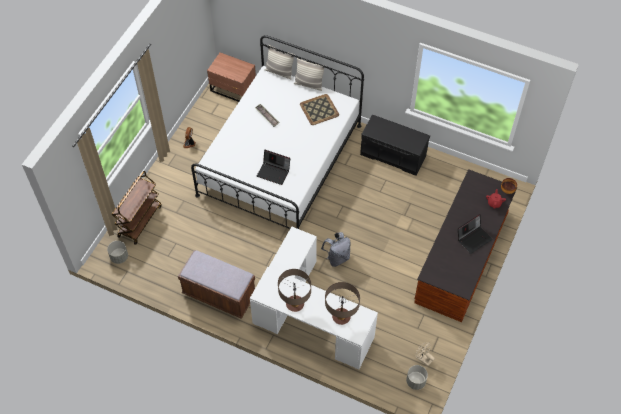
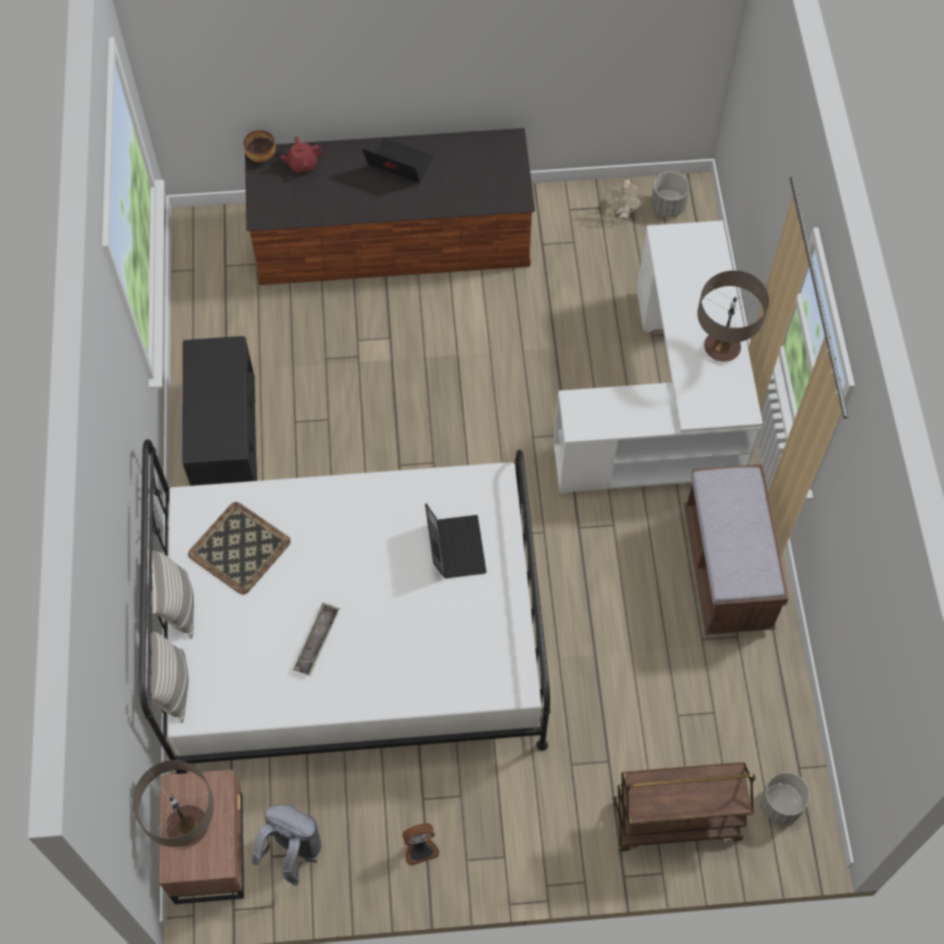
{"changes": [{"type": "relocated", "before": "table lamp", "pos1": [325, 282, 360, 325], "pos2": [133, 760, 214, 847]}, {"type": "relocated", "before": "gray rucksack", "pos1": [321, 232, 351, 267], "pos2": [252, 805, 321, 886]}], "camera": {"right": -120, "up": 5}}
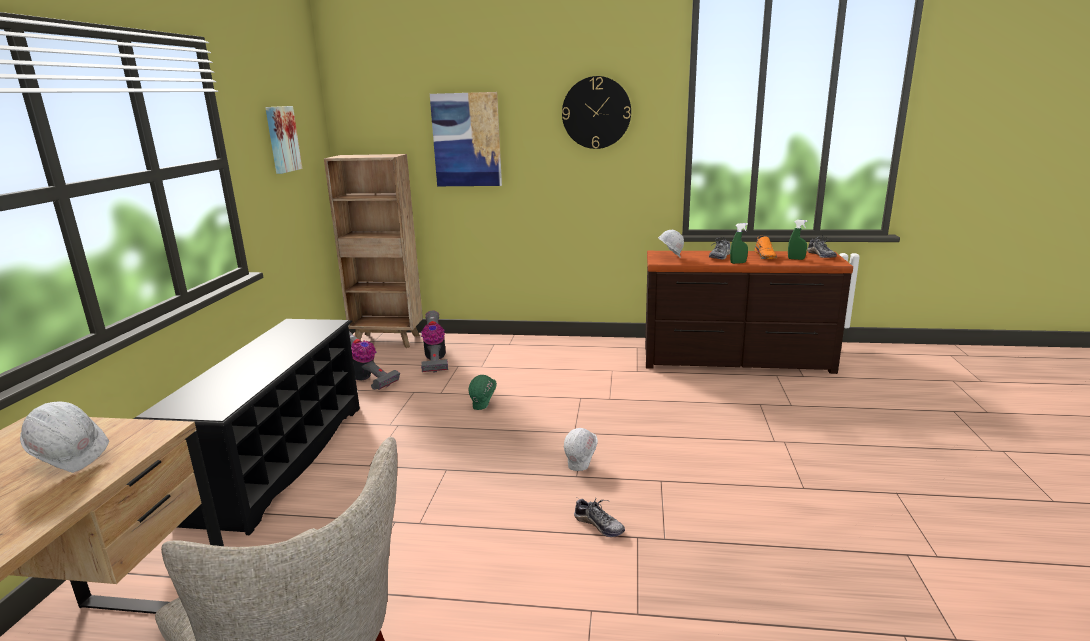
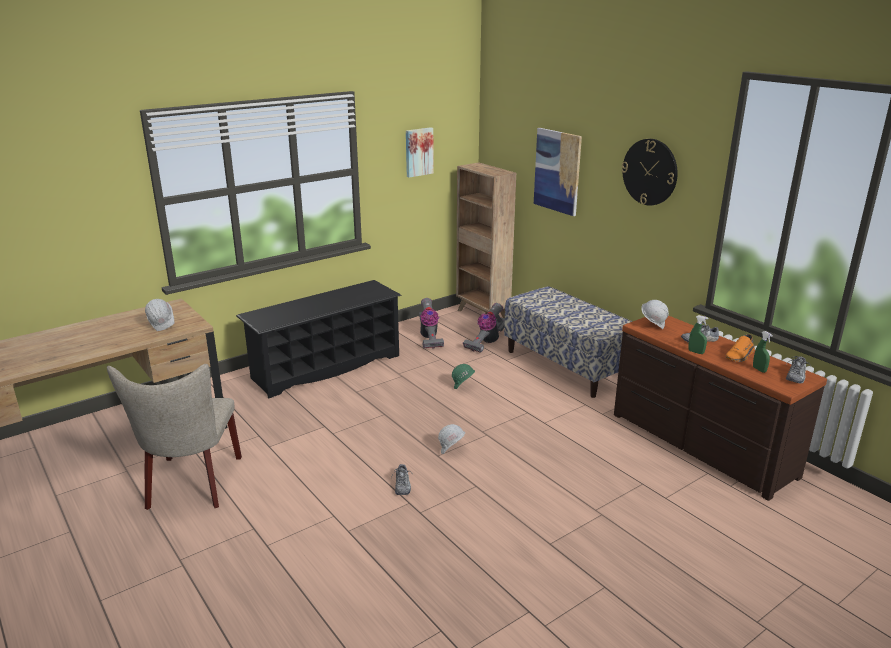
{"changes": [{"type": "appeared", "after": "indoor bench", "pos2": [504, 286, 633, 398]}], "camera": {"right": 45, "up": 5}}
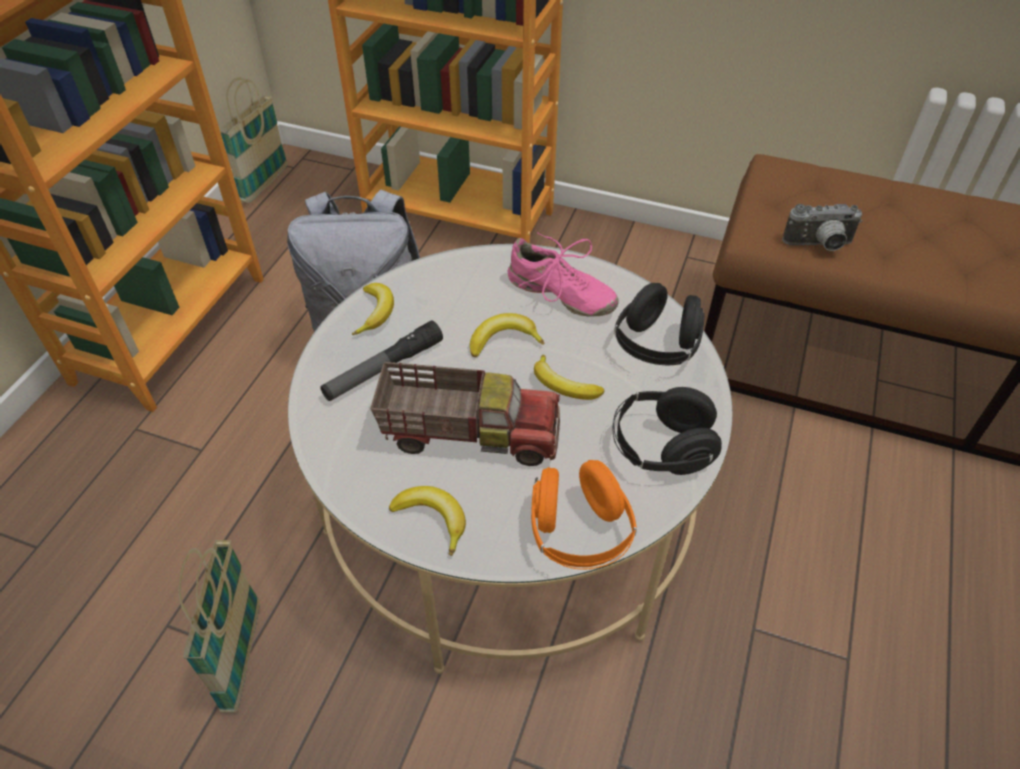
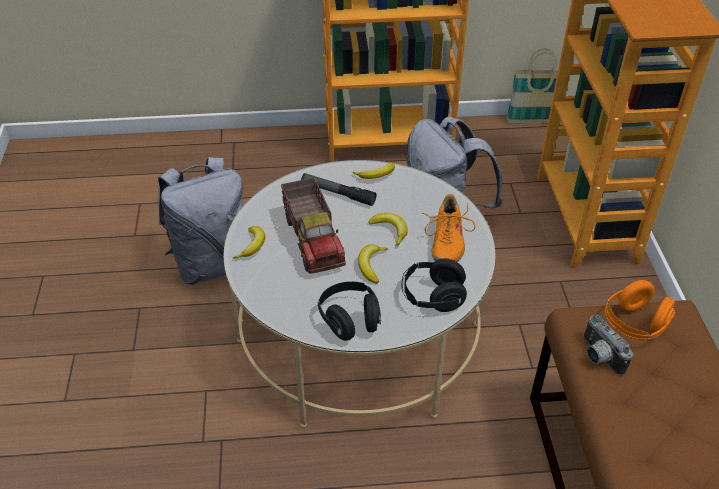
{"changes": [{"type": "exchanged", "before": "storage basket", "after": "gray rucksack", "pos1": [179, 540, 260, 713], "pos2": [158, 157, 243, 285]}, {"type": "colour", "before": "pinkish item of footwear", "after": "orange-coloured item of footwear", "pos1": [508, 232, 619, 317], "pos2": [422, 194, 475, 262]}, {"type": "relocated", "before": "orange-coloured headphones", "pos1": [531, 460, 637, 570], "pos2": [605, 280, 675, 341]}], "camera": {"right": 65, "up": -5}}
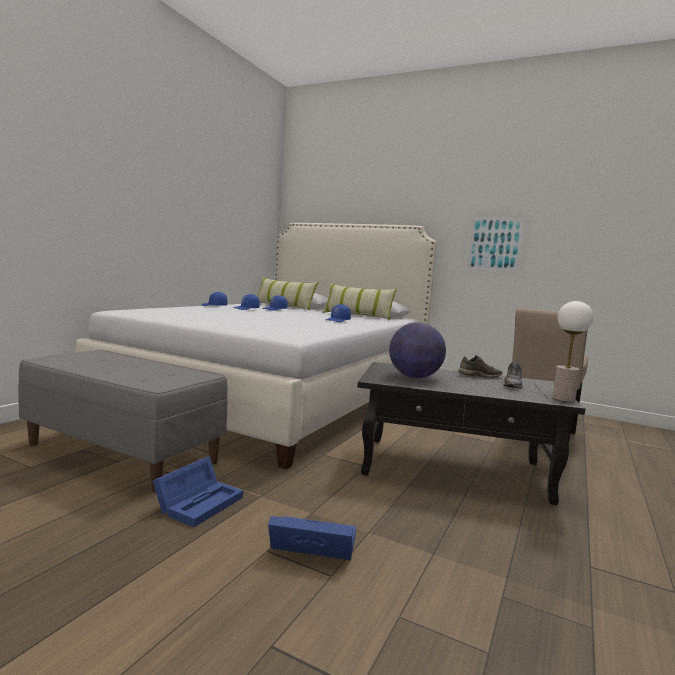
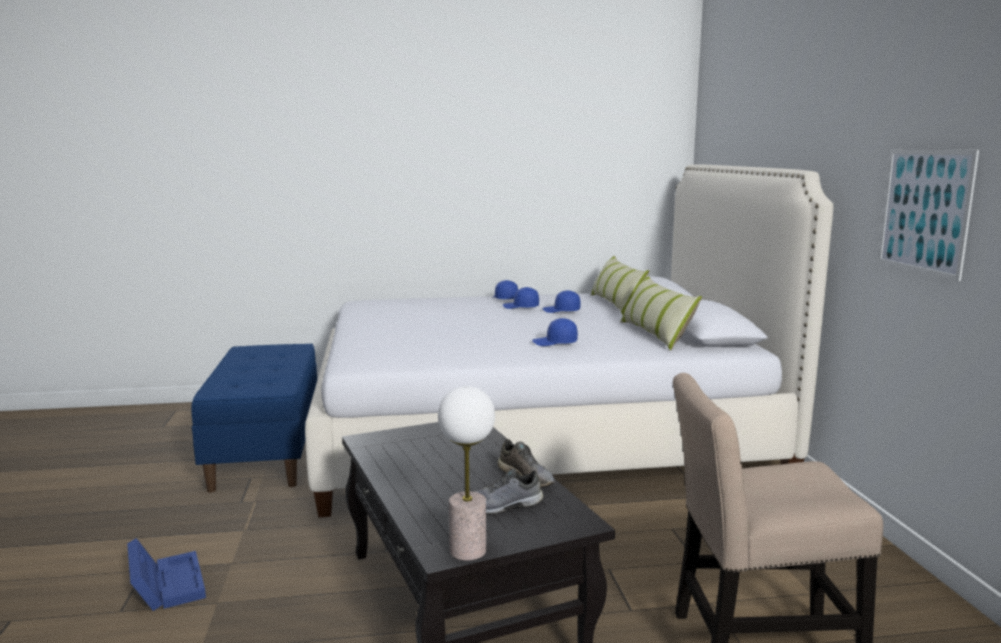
{"changes": [{"type": "colour", "before": "gray indoor bench", "after": "blue-coloured indoor bench", "pos1": [18, 350, 228, 492], "pos2": [191, 344, 317, 492]}, {"type": "missing", "before": "blue-coloured storage box", "pos1": [153, 456, 243, 527]}, {"type": "missing", "before": "globe", "pos1": [389, 322, 446, 378]}], "camera": {"right": 55, "up": 5}}
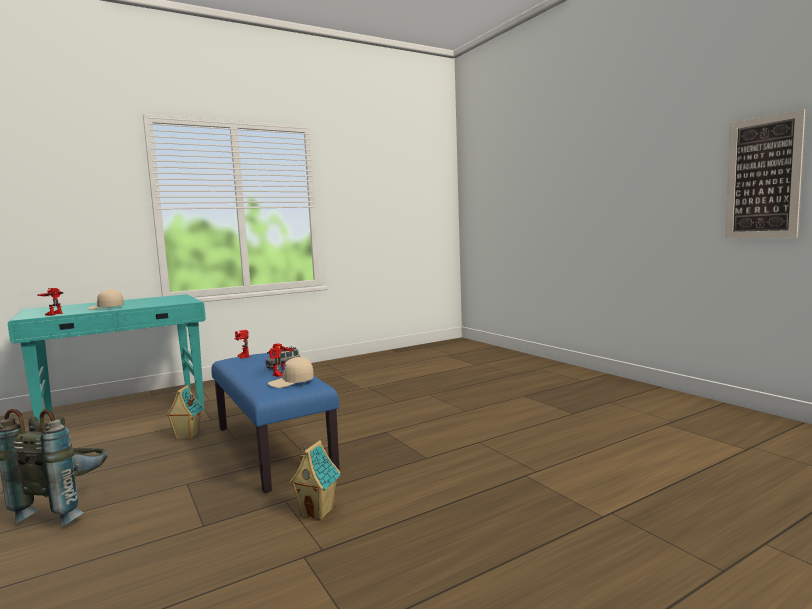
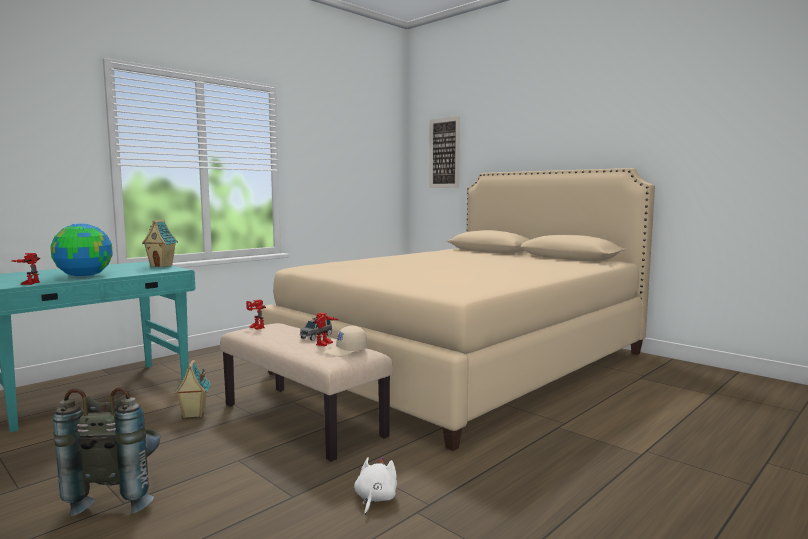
{"changes": [{"type": "exchanged", "before": "sand-coloured peaked cap", "after": "globe", "pos1": [88, 289, 124, 310], "pos2": [50, 224, 113, 277]}, {"type": "relocated", "before": "model house", "pos1": [289, 440, 341, 520], "pos2": [142, 220, 178, 267]}, {"type": "colour", "before": "blue-coloured indoor bench", "after": "sand-coloured indoor bench", "pos1": [211, 353, 340, 493], "pos2": [220, 323, 393, 461]}, {"type": "appeared", "after": "sand-coloured bedroom bed", "pos2": [261, 168, 655, 451]}, {"type": "appeared", "after": "white-coloured soft toy", "pos2": [354, 457, 397, 515]}, {"type": "relocated", "before": "wall art", "pos1": [725, 109, 805, 238], "pos2": [429, 116, 460, 188]}], "camera": {"right": -15, "up": 0}}
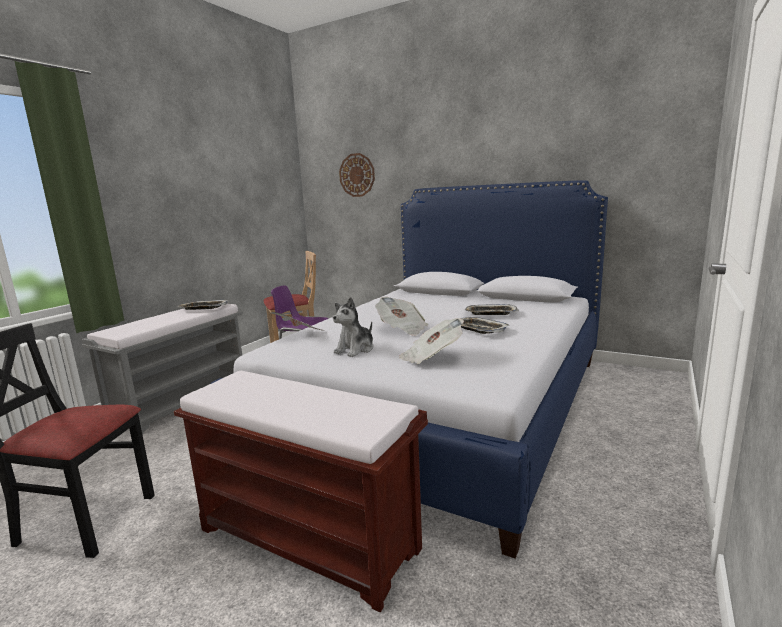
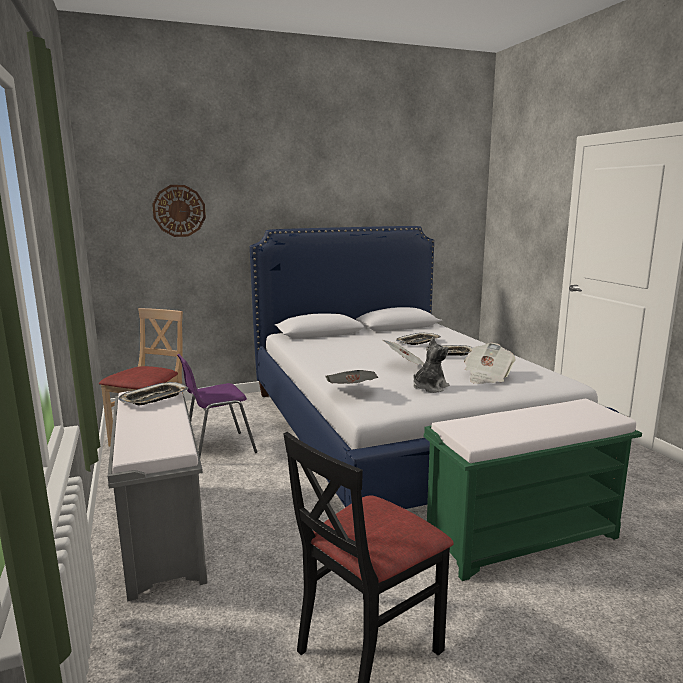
{"changes": [{"type": "spun", "before": "soft toy", "pos1": [333, 297, 374, 357], "pos2": [413, 337, 449, 393], "turn": -120}, {"type": "colour", "before": "brown indoor bench", "after": "greenish indoor bench", "pos1": [174, 370, 428, 612], "pos2": [424, 399, 642, 581]}], "camera": {"right": -50, "up": 0}}
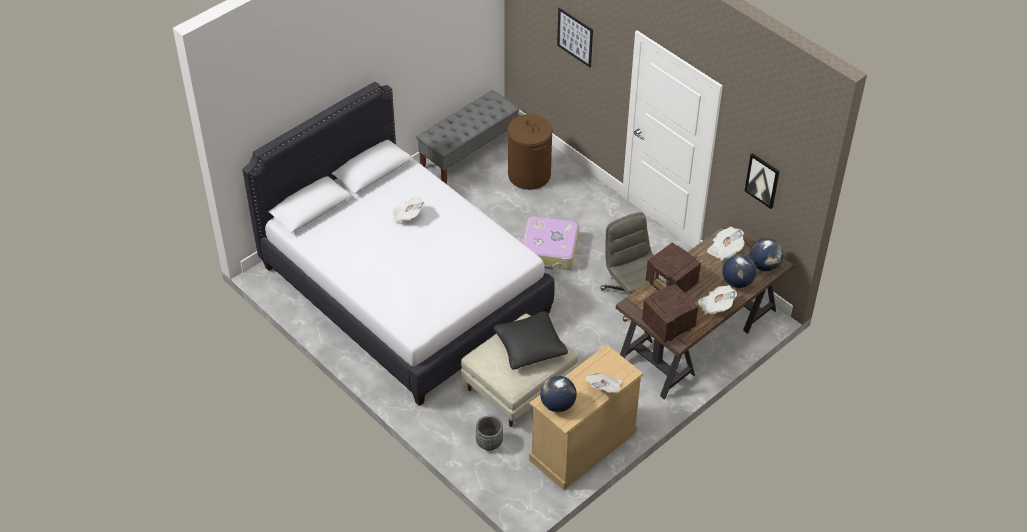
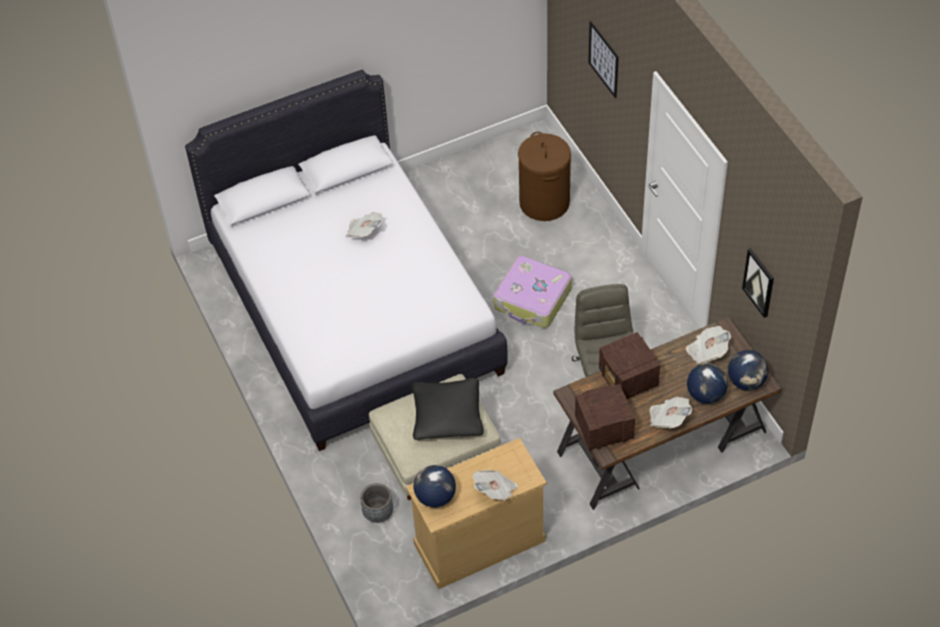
{"changes": [{"type": "missing", "before": "gray indoor bench", "pos1": [416, 90, 519, 184]}], "camera": {"right": 20, "up": 5}}
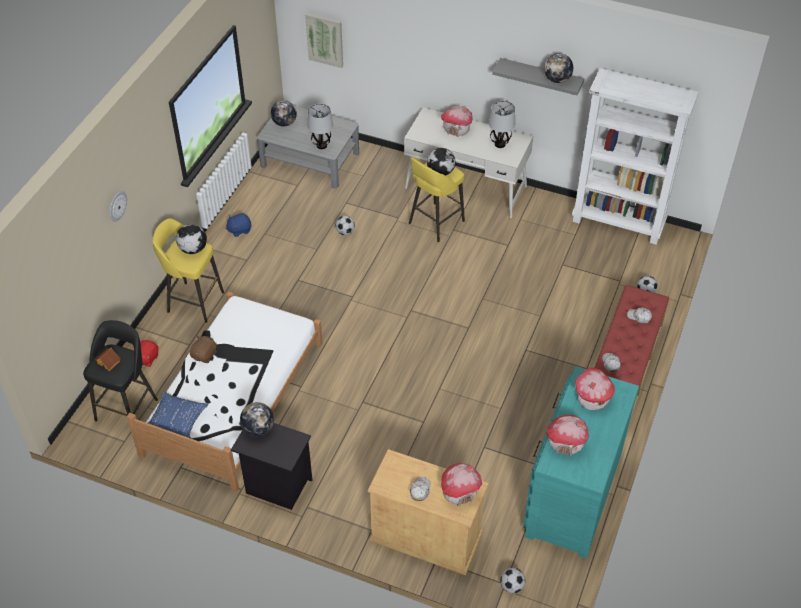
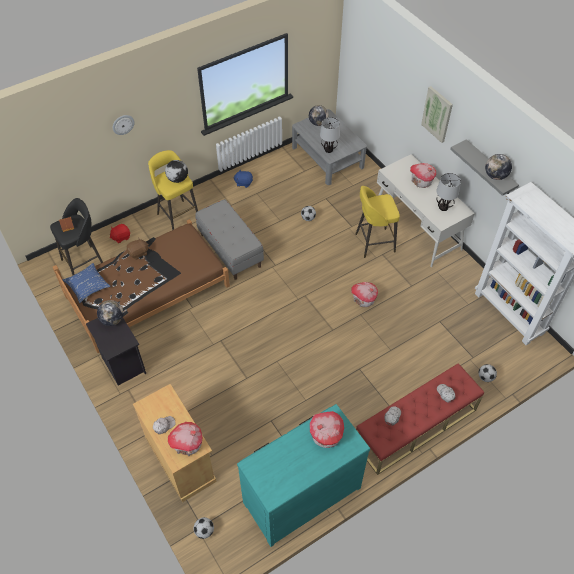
{"changes": [{"type": "colour", "before": "white-coloured bedroom bed", "after": "brown bedroom bed", "pos1": [127, 292, 323, 492], "pos2": [53, 219, 230, 353]}, {"type": "appeared", "after": "gray indoor bench", "pos2": [195, 199, 264, 280]}, {"type": "relocated", "before": "model house", "pos1": [546, 415, 589, 456], "pos2": [351, 282, 378, 307]}, {"type": "relocated", "before": "wall art", "pos1": [305, 13, 343, 68], "pos2": [421, 86, 453, 143]}, {"type": "missing", "before": "globe", "pos1": [427, 148, 455, 176]}], "camera": {"right": 35, "up": 5}}
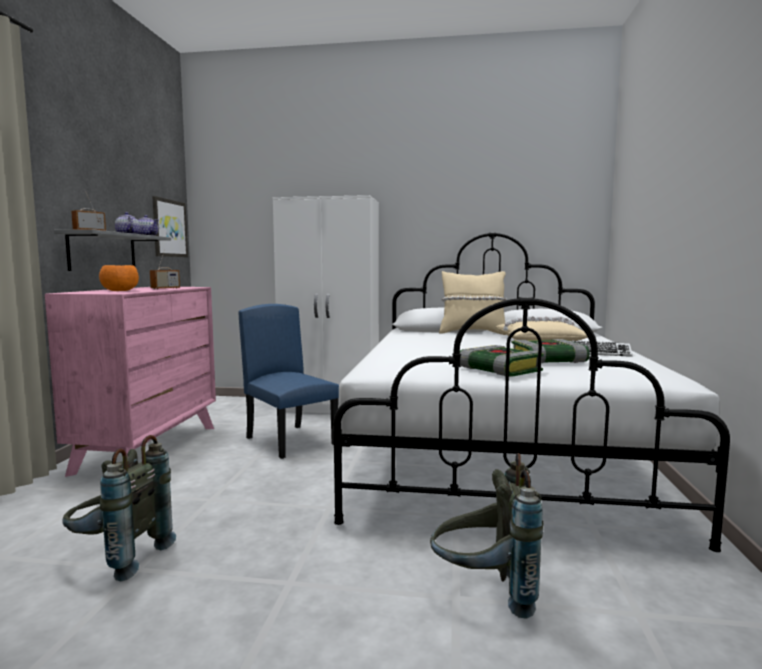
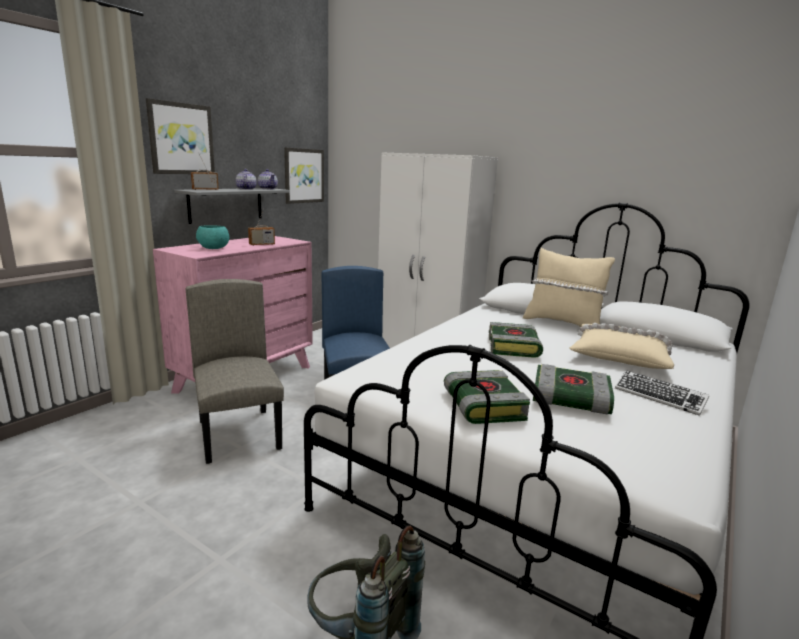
{"changes": [{"type": "appeared", "after": "wall art", "pos2": [146, 98, 215, 174]}, {"type": "appeared", "after": "sand-coloured chair", "pos2": [186, 279, 284, 464]}, {"type": "colour", "before": "orange-coloured deep dish", "after": "turquoise deep dish", "pos1": [99, 265, 139, 291], "pos2": [196, 225, 229, 249]}, {"type": "appeared", "after": "volume", "pos2": [489, 322, 543, 358]}, {"type": "missing", "before": "gray rucksack", "pos1": [62, 435, 176, 581]}], "camera": {"right": 25, "up": 10}}
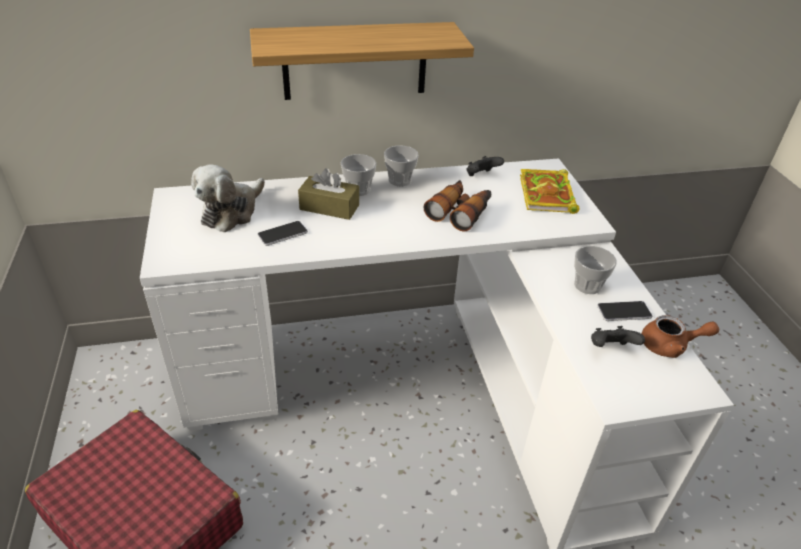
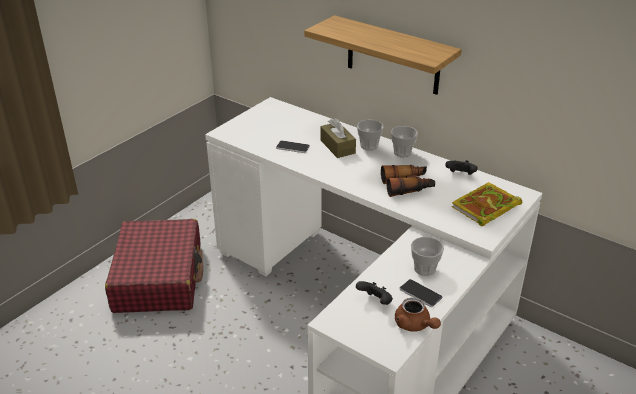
{"changes": [{"type": "missing", "before": "soft toy", "pos1": [191, 164, 265, 232]}], "camera": {"right": 50, "up": -5}}
